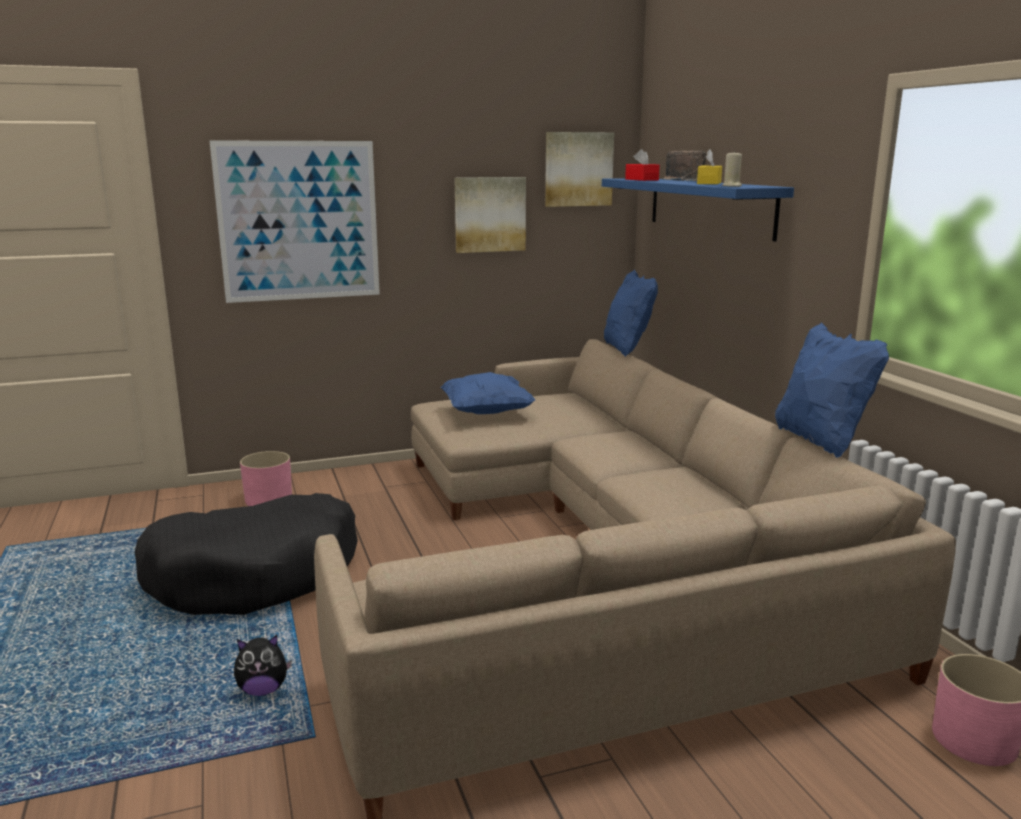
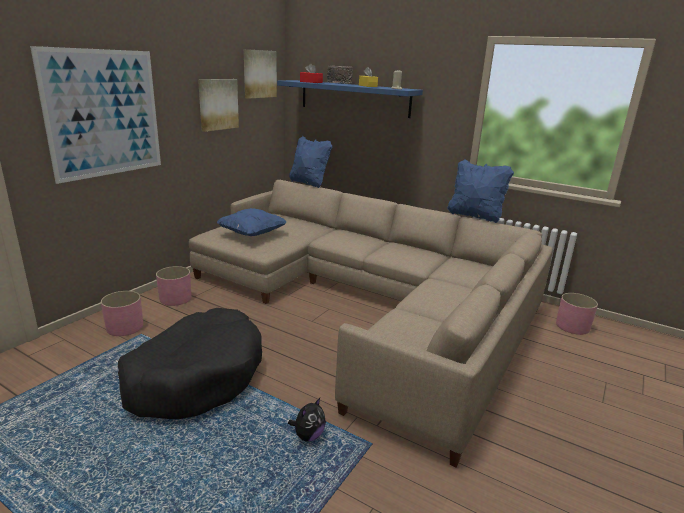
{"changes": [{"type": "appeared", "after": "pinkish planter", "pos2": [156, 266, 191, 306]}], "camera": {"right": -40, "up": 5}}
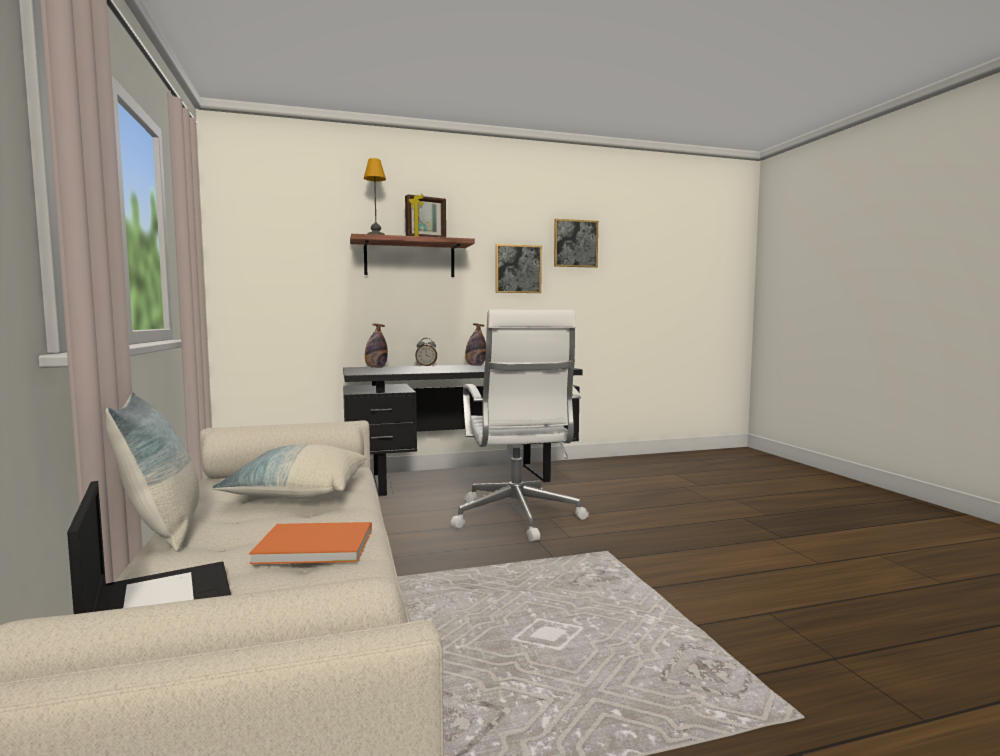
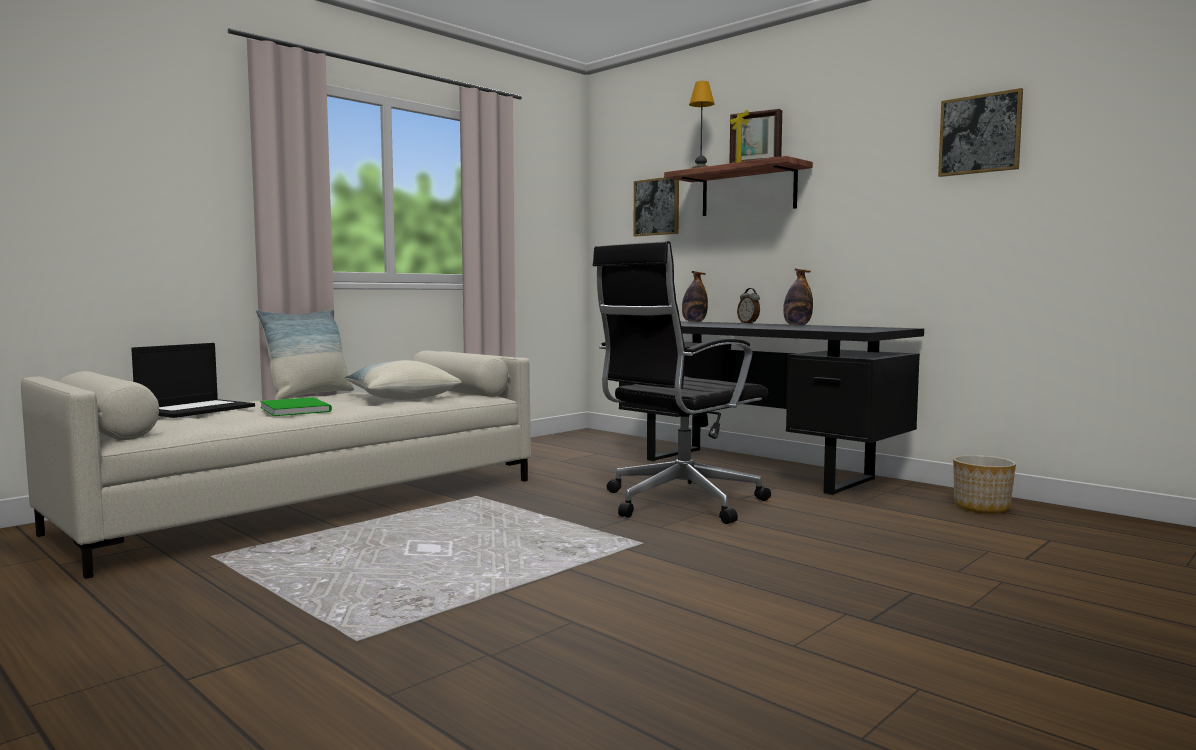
{"changes": [{"type": "colour", "before": "orange-coloured volume", "after": "greenish volume", "pos1": [249, 522, 372, 564], "pos2": [260, 397, 332, 416]}, {"type": "colour", "before": "white-coloured office chair", "after": "black office chair", "pos1": [451, 310, 589, 542], "pos2": [593, 241, 771, 524]}, {"type": "relocated", "before": "wall art", "pos1": [496, 244, 542, 293], "pos2": [634, 177, 679, 237]}, {"type": "appeared", "after": "planter", "pos2": [953, 455, 1016, 514]}], "camera": {"right": 60, "up": 0}}
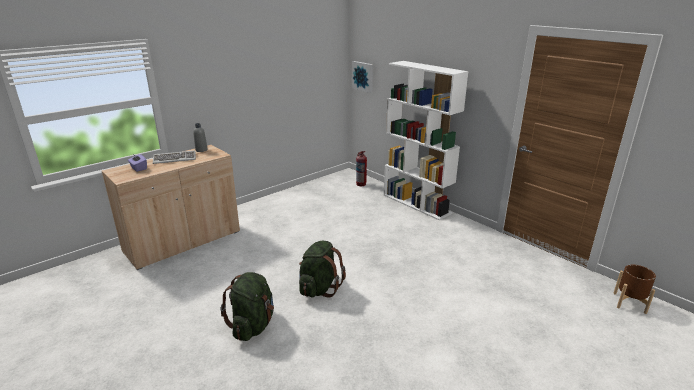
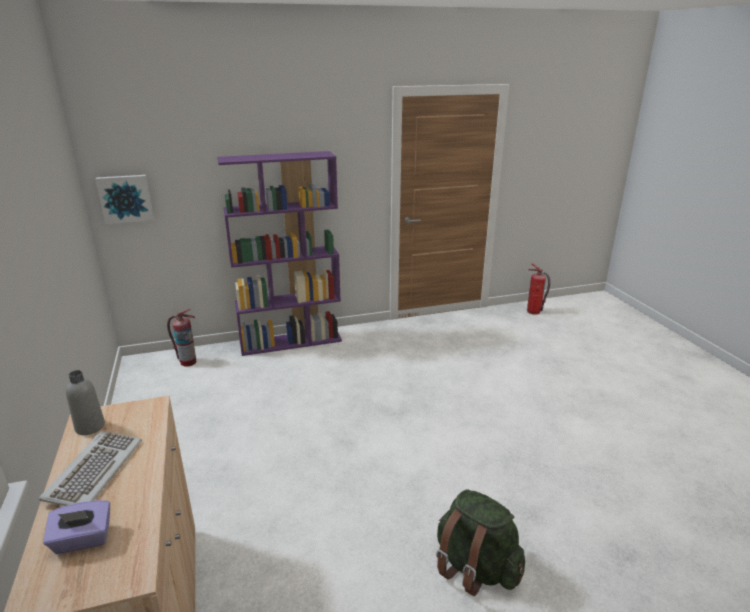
{"changes": [{"type": "colour", "before": "white-coloured shelving unit", "after": "purple shelving unit", "pos1": [384, 61, 469, 220], "pos2": [217, 151, 342, 356]}, {"type": "exchanged", "before": "brown planter", "after": "fire-fighting cylinder", "pos1": [613, 265, 656, 314], "pos2": [527, 264, 550, 315]}, {"type": "missing", "before": "greenish rucksack", "pos1": [299, 241, 346, 298]}], "camera": {"right": -65, "up": 0}}
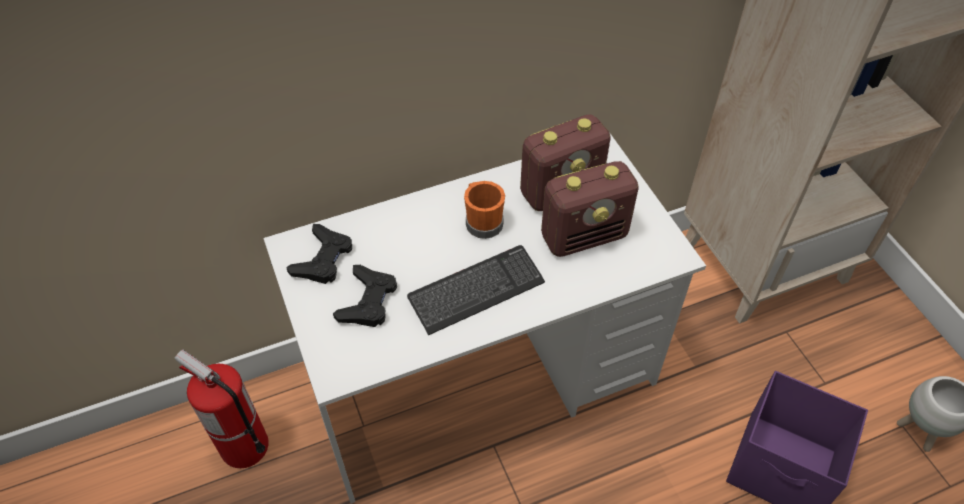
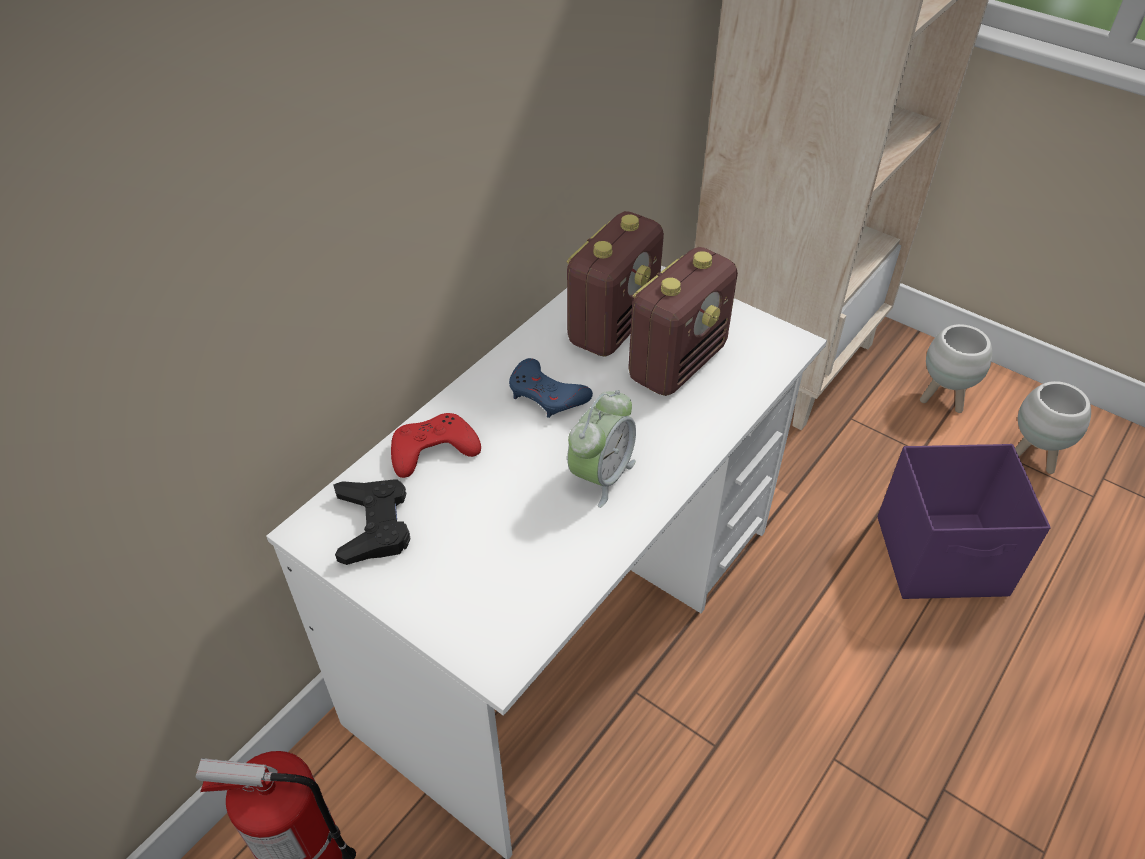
{"changes": [{"type": "appeared", "after": "reddish game controller", "pos2": [391, 413, 481, 478]}, {"type": "exchanged", "before": "orange-coloured mug", "after": "blue-coloured game controller", "pos1": [464, 181, 505, 239], "pos2": [509, 358, 593, 418]}, {"type": "exchanged", "before": "computer keyboard", "after": "table clock", "pos1": [407, 245, 545, 335], "pos2": [567, 390, 636, 508]}, {"type": "appeared", "after": "white-coloured planter", "pos2": [920, 324, 992, 413]}, {"type": "missing", "before": "black game controller", "pos1": [333, 265, 397, 327]}], "camera": {"right": -30, "up": -5}}
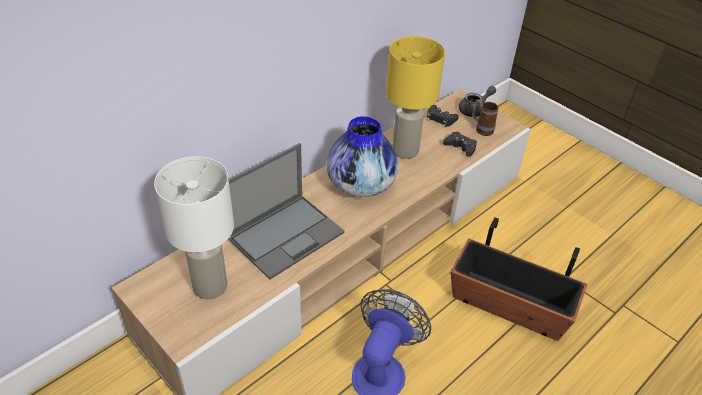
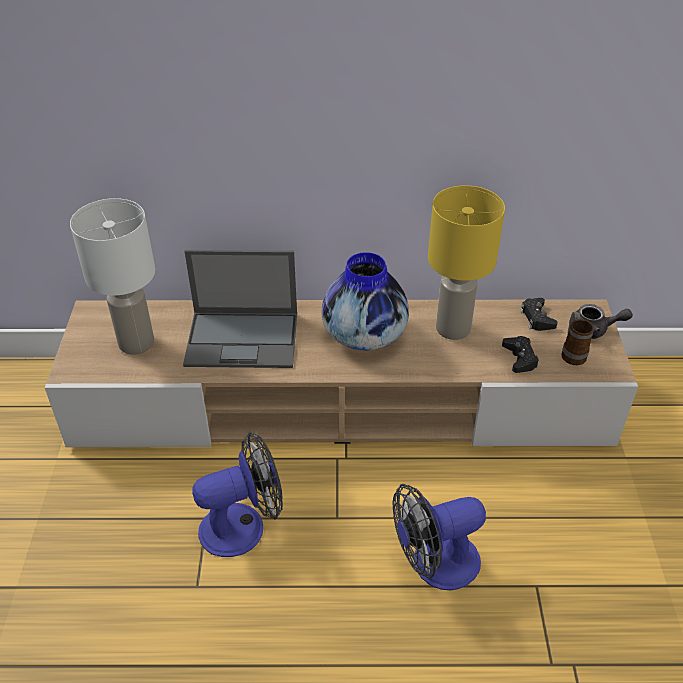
{"changes": [{"type": "exchanged", "before": "planter", "after": "cooling fan", "pos1": [450, 217, 587, 341], "pos2": [393, 484, 486, 590]}], "camera": {"right": 45, "up": 0}}
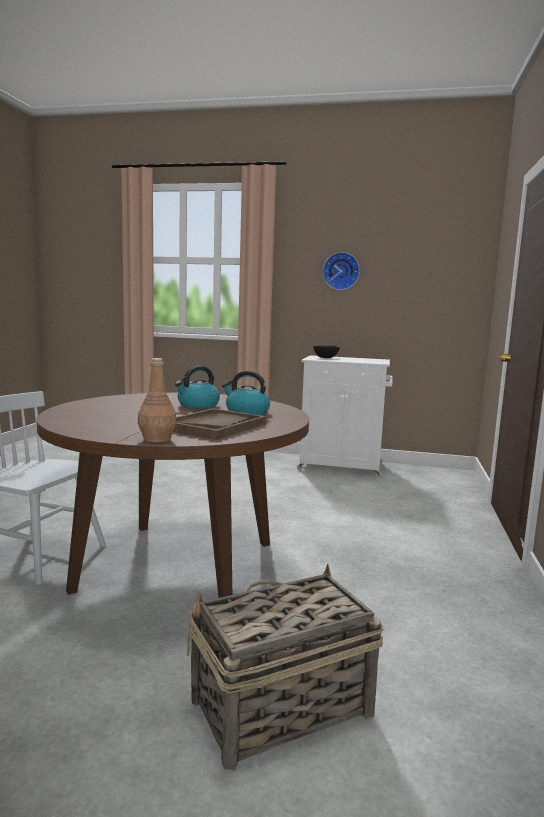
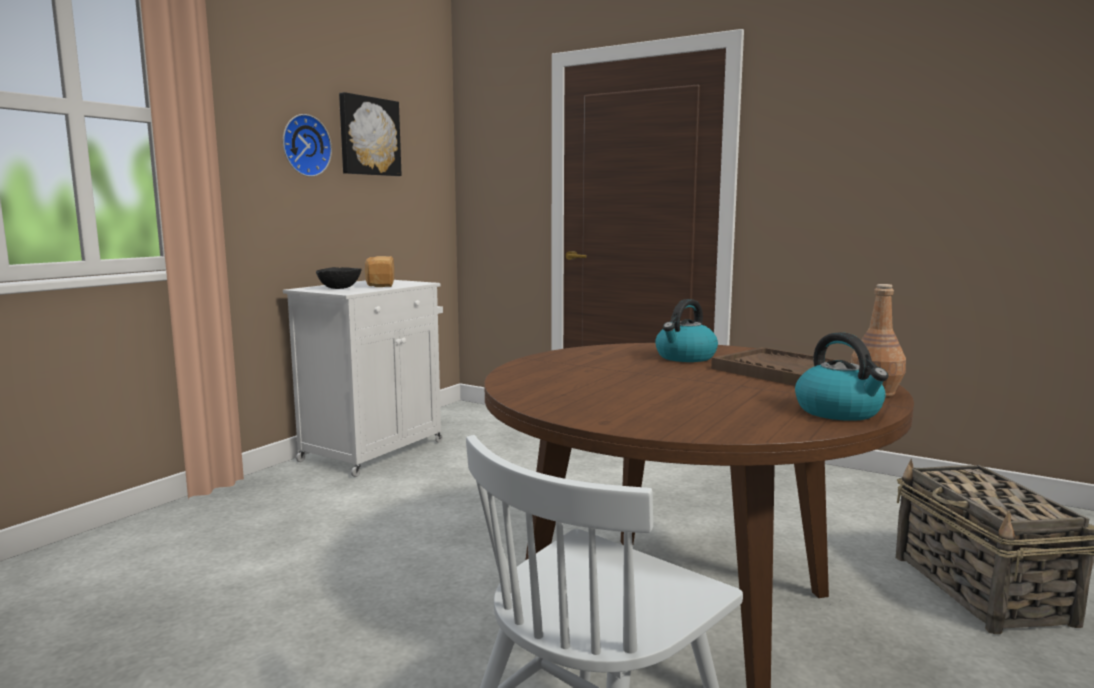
{"changes": [{"type": "appeared", "after": "wall art", "pos2": [339, 92, 402, 176]}, {"type": "appeared", "after": "bakery bread", "pos2": [365, 256, 394, 287]}, {"type": "relocated", "before": "tea kettle", "pos1": [175, 366, 220, 409], "pos2": [795, 332, 888, 421]}], "camera": {"right": -70, "up": 0}}
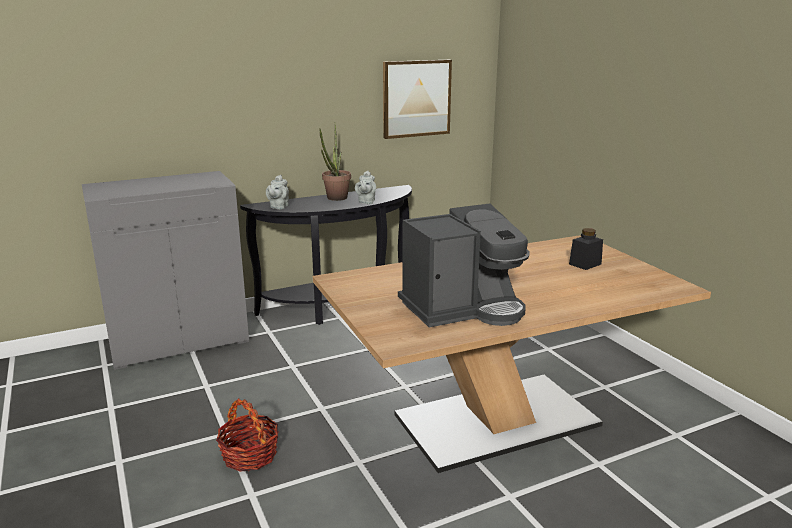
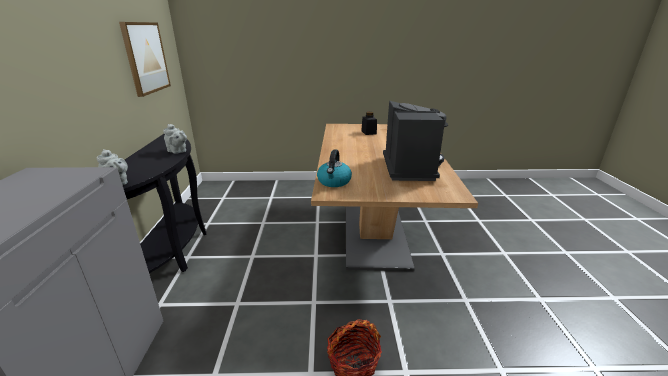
{"changes": [{"type": "appeared", "after": "tea kettle", "pos2": [317, 149, 352, 187]}, {"type": "missing", "before": "plant in a pot", "pos1": [320, 125, 351, 201]}], "camera": {"right": -65, "up": 5}}
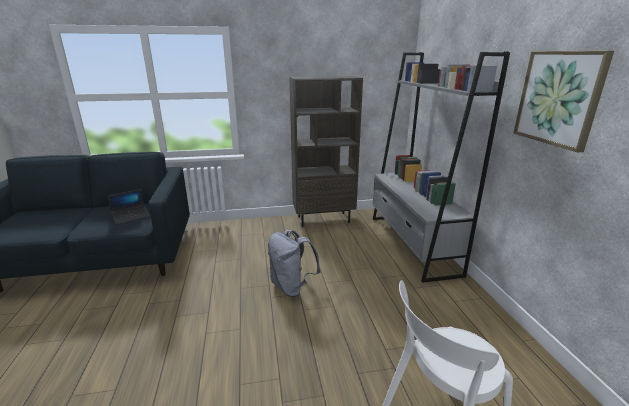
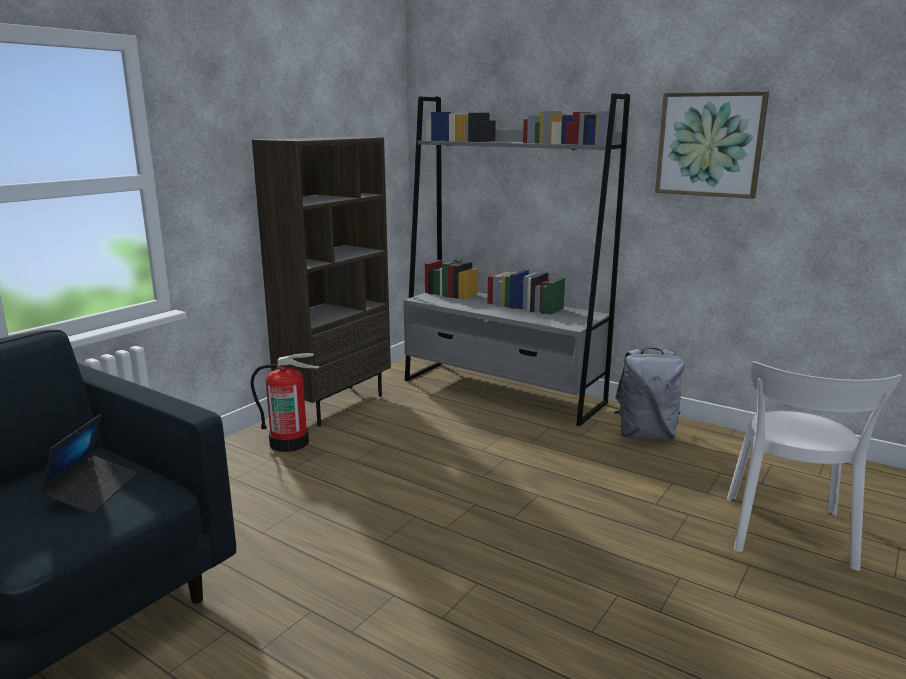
{"changes": [{"type": "appeared", "after": "fire-fighting cylinder", "pos2": [251, 353, 319, 452]}, {"type": "relocated", "before": "gray rucksack", "pos1": [268, 230, 321, 297], "pos2": [614, 348, 684, 439]}], "camera": {"right": -45, "up": -5}}
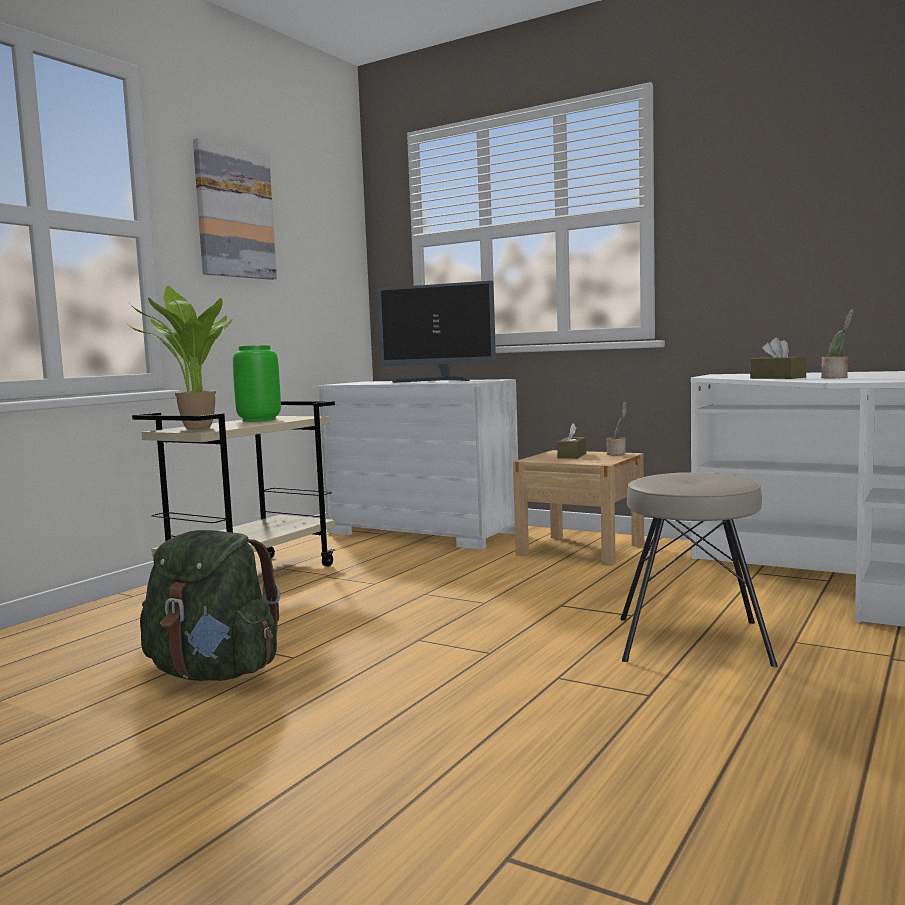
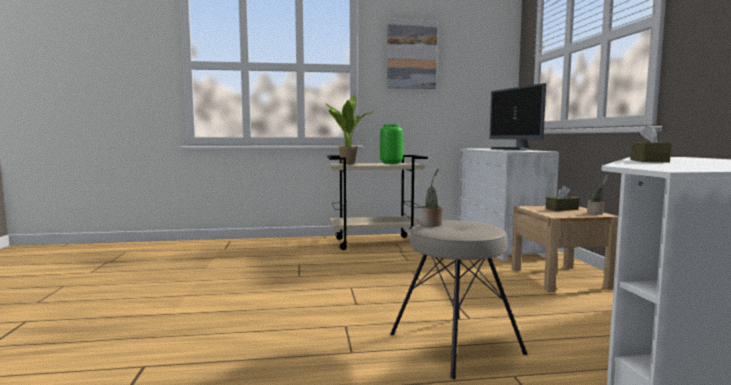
{"changes": [{"type": "relocated", "before": "plant in a pot", "pos1": [821, 309, 854, 378], "pos2": [421, 169, 442, 227]}, {"type": "missing", "before": "greenish rucksack", "pos1": [140, 530, 280, 681]}], "camera": {"right": 50, "up": 0}}
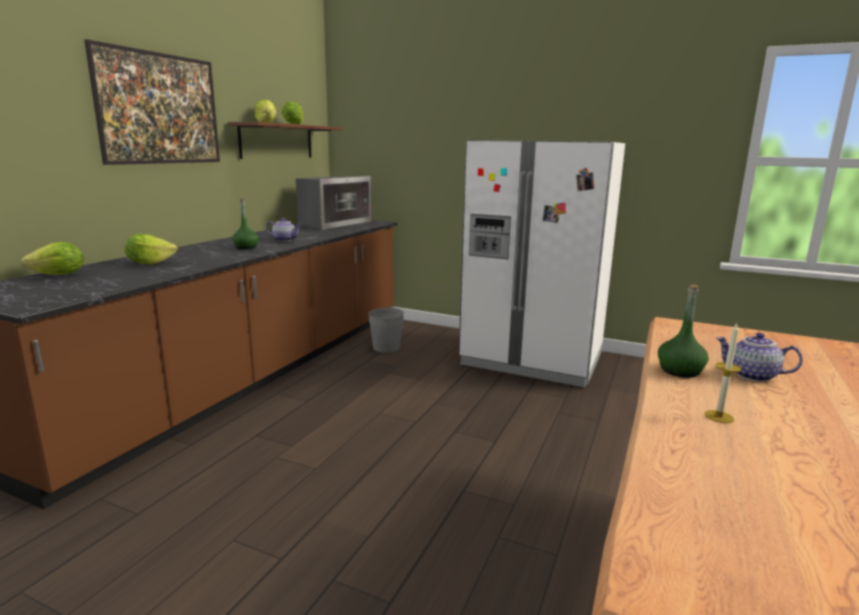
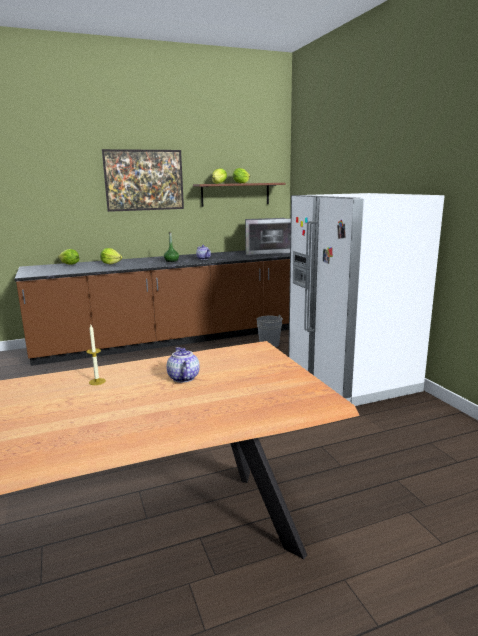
{"changes": [{"type": "missing", "before": "greenish beverage bottle", "pos1": [658, 284, 709, 378]}], "camera": {"right": 45, "up": 0}}
